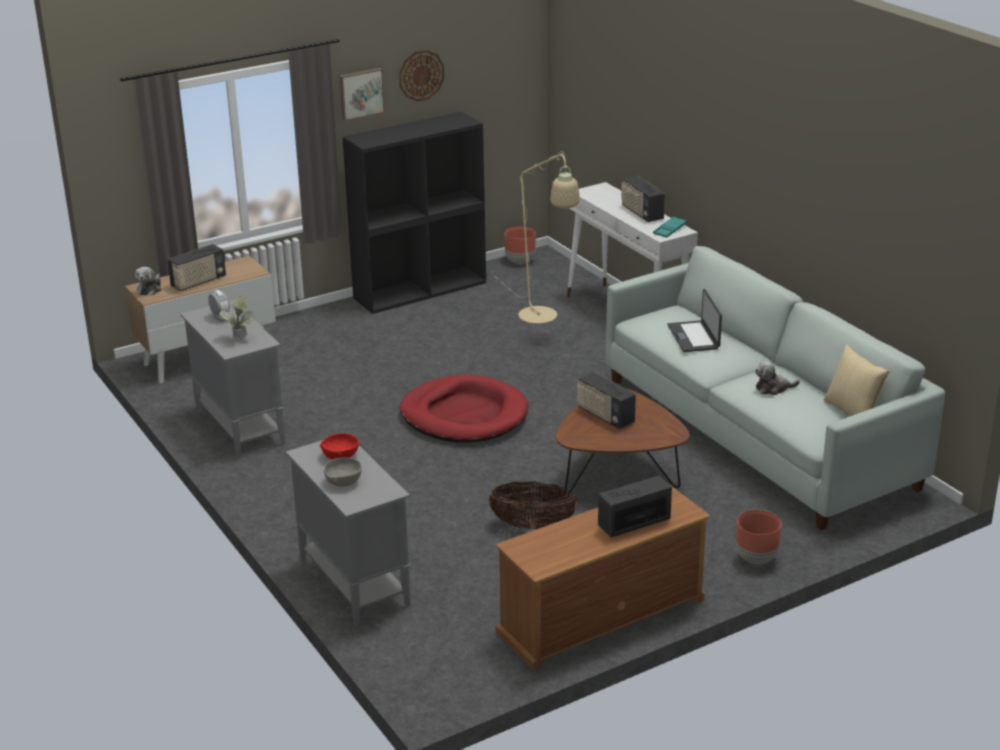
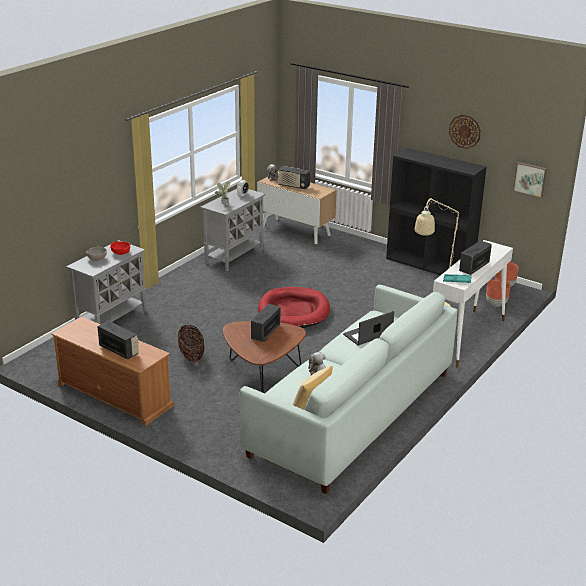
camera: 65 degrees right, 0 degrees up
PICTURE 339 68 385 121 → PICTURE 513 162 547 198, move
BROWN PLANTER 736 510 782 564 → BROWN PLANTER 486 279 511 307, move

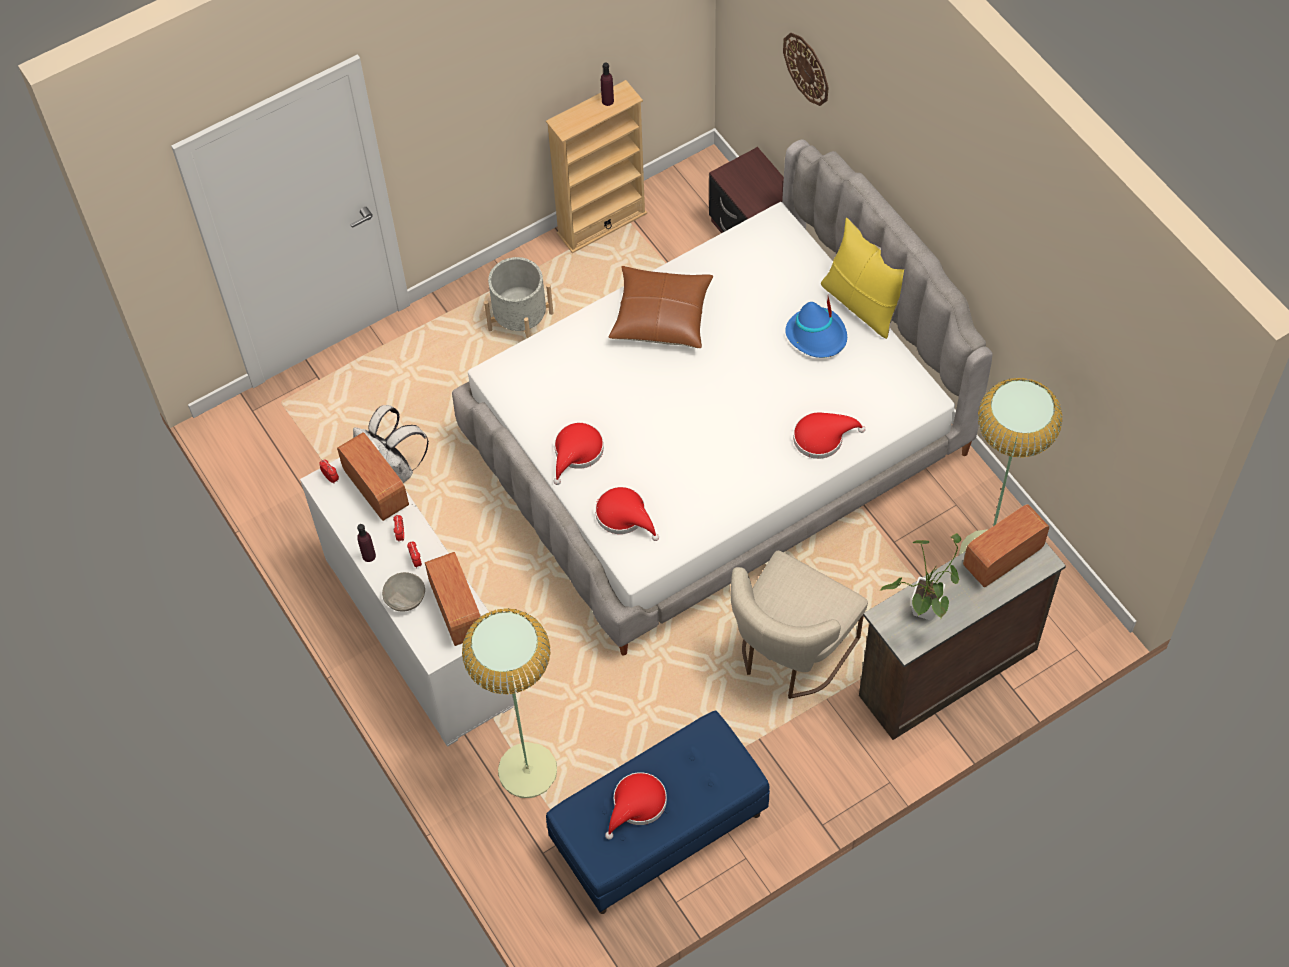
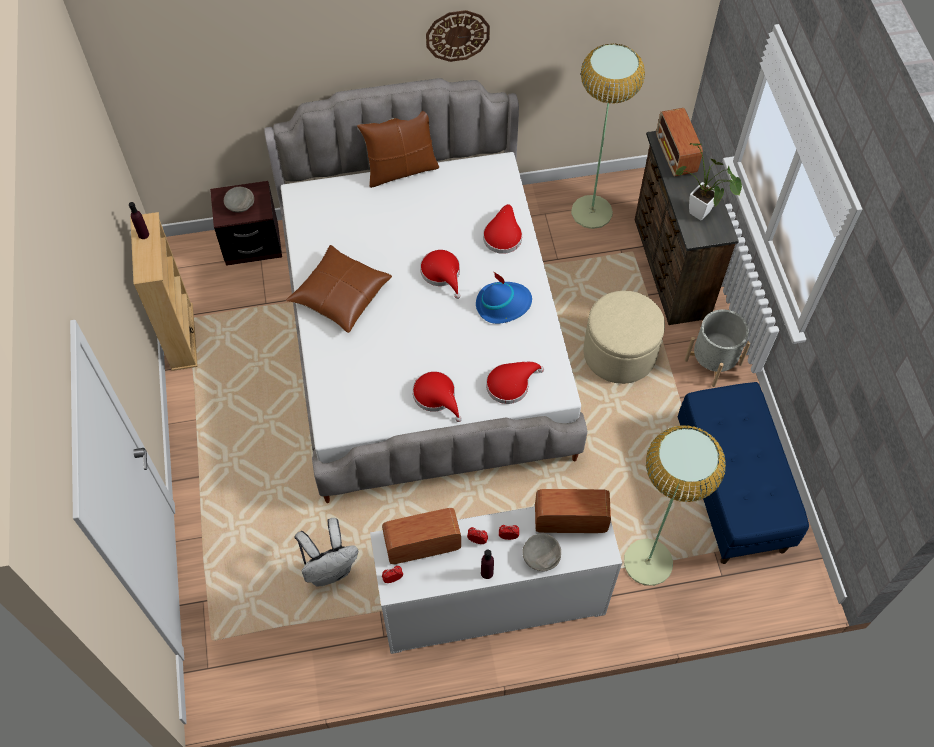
camera: 70 degrees left, 0 degrees up
WALL CLOCK 783 33 829 106 → WALL CLOCK 426 10 490 62, move
YELLOW PILLOW 821 218 904 339 → BROWN PILLOW 357 110 439 188
GREY PLANTER 484 257 553 339 → GREY PLANTER 684 309 750 387, move
BLUE HAT 785 296 847 358 → BLUE HAT 476 271 532 324, move
BEIGE CHAIR 731 551 868 699 → BEIGE OTTOMAN 583 290 665 384
RED HAT 605 772 667 840 → RED HAT 420 250 461 299, move
- → GREY BOWL 224 187 254 213

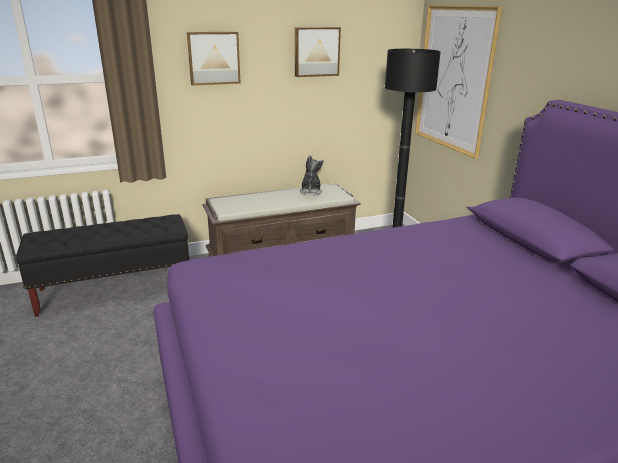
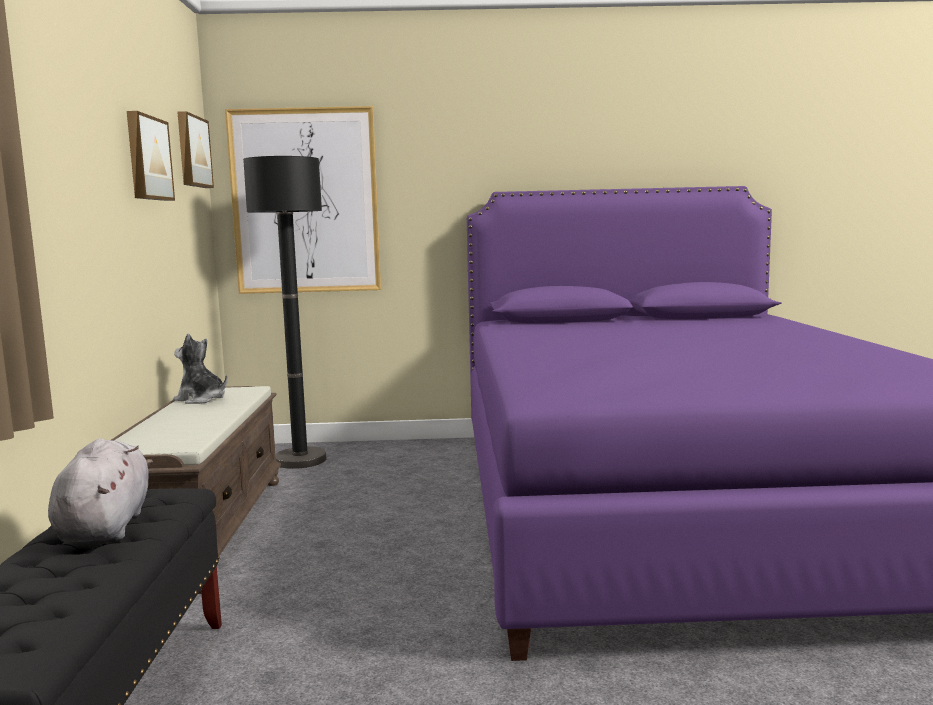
camera: 70 degrees left, 15 degrees down
PICTURE 187 32 241 85 → PICTURE 177 111 214 188, move
- → GREY PLUSH TOY 48 439 153 542

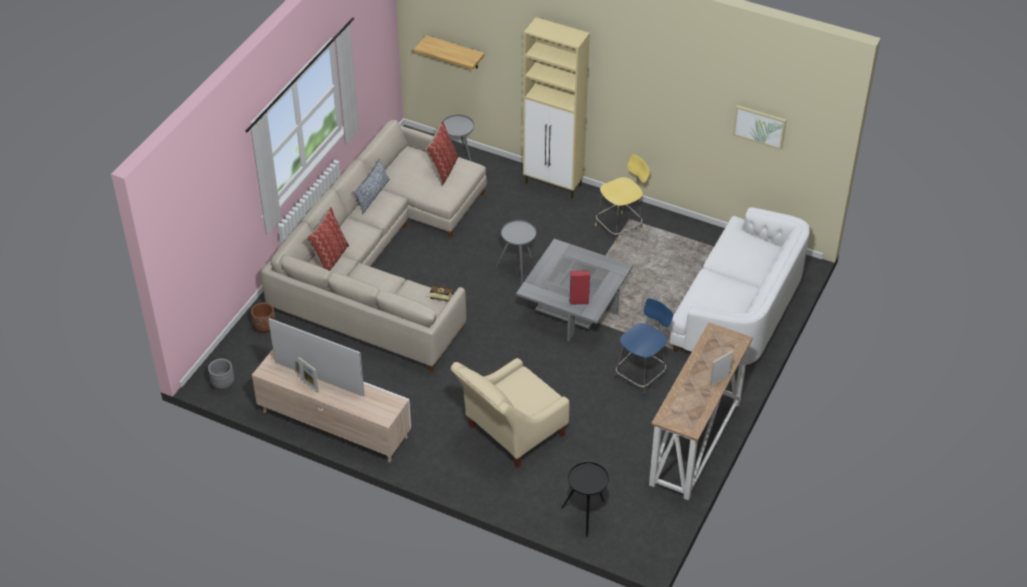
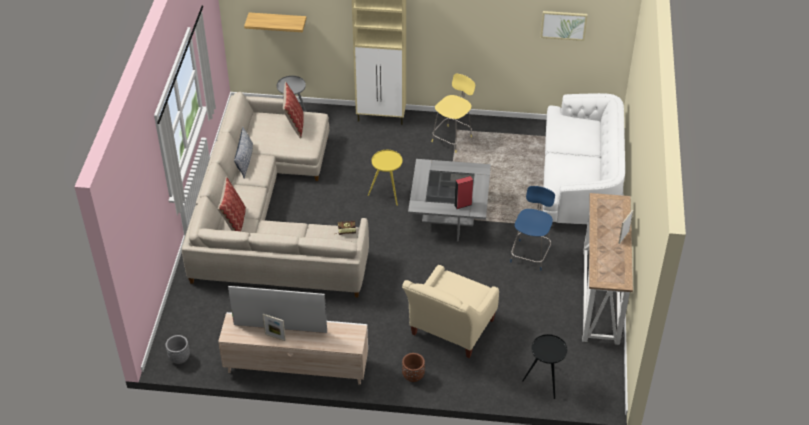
camera: 20 degrees left, 0 degrees up
GREY SIDE TABLE 496 220 536 285 → YELLOW SIDE TABLE 368 150 402 206
BROWN PLANTER 251 302 276 333 → BROWN PLANTER 402 353 425 382, move

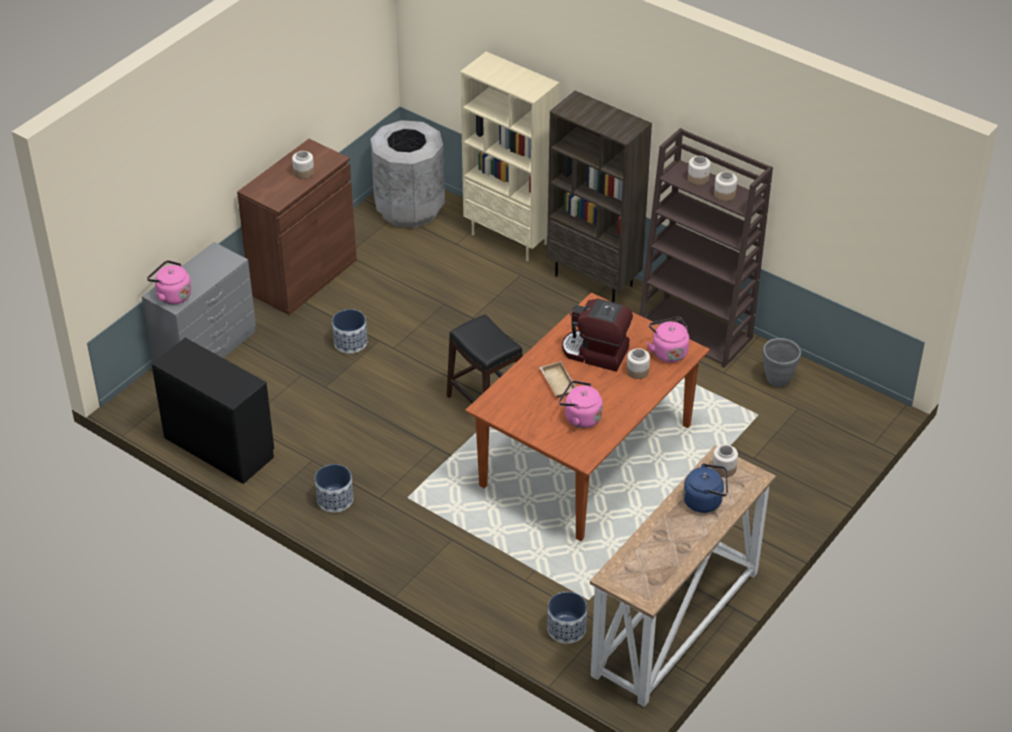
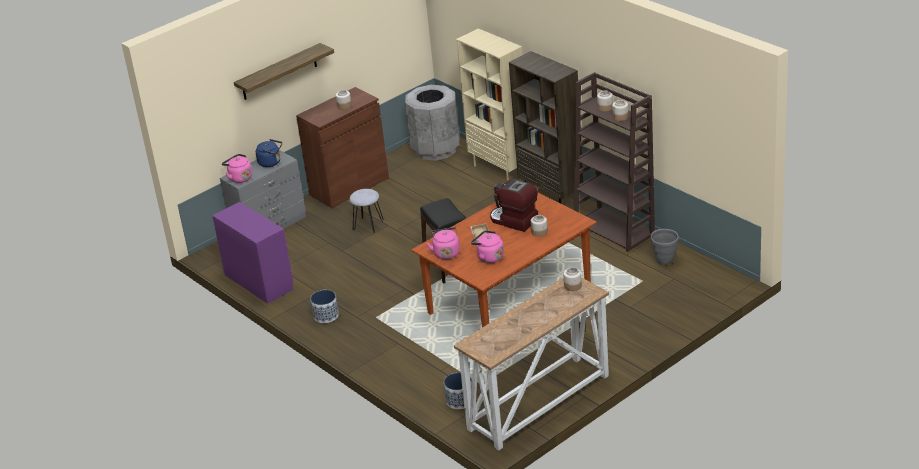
camera: 15 degrees right, 10 degrees down
PLANTER 332 309 367 353 → GREY STOOL 350 189 384 234
PINK KETTLE 647 317 689 363 → PINK KETTLE 427 227 460 259, move
BLACK DRESSER 152 338 274 484 → PURPLE DRESSER 212 202 293 304
BLUE KETTLE 683 464 728 513 → BLUE KETTLE 256 139 282 167, move
- → SHELF 234 43 334 100

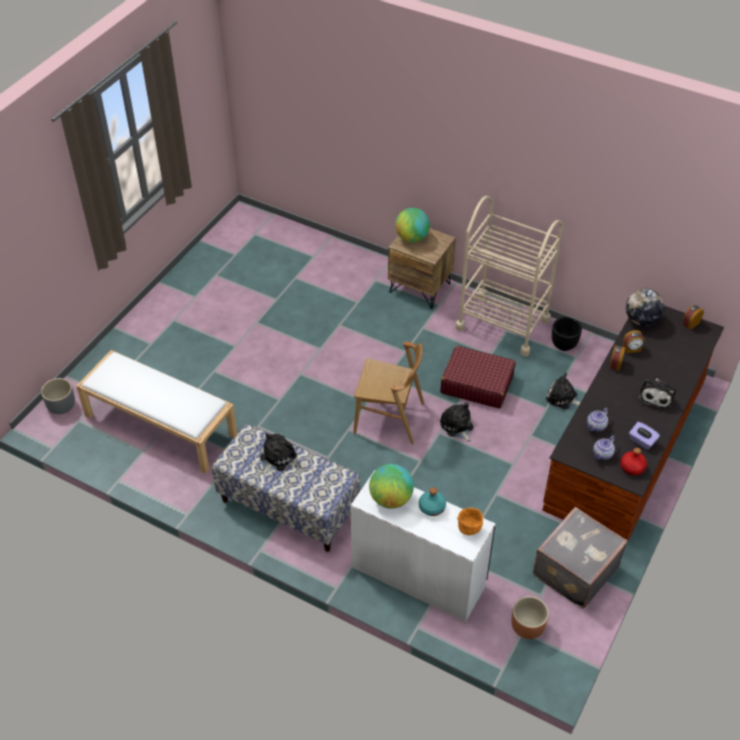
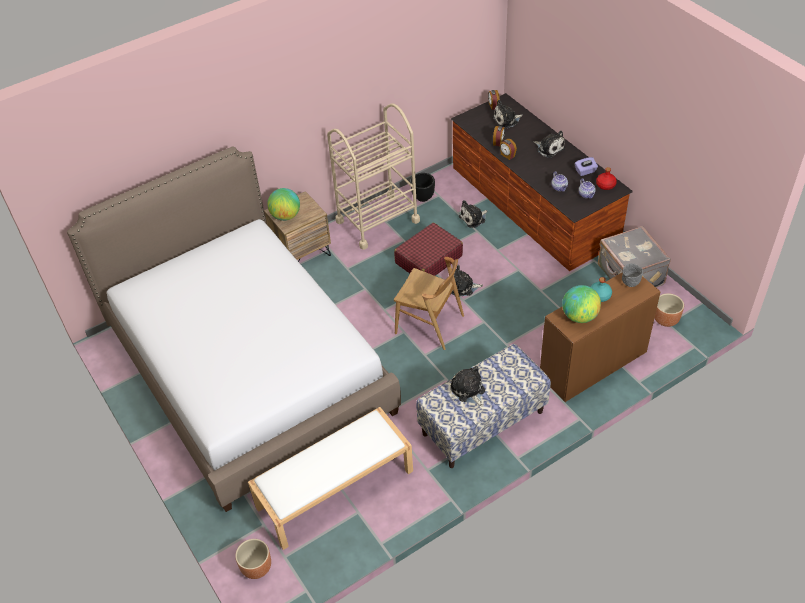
camera: 60 degrees left, 0 degrees up
GLOBE 626 288 664 326 → -
BROWN CHAIR 353 342 424 444 → BROWN CHAIR 394 257 464 350, 75 degrees clockwise
GREY PLANTER 41 378 75 414 → BROWN PLANTER 235 539 271 579
WHITE DESK 351 470 495 622 → BROWN DESK 540 272 661 402
ORANGE BOWL 457 507 483 535 → GREY BOWL 622 263 643 287
- → PLUSH TOY 493 100 523 129
- → BED 67 146 401 512

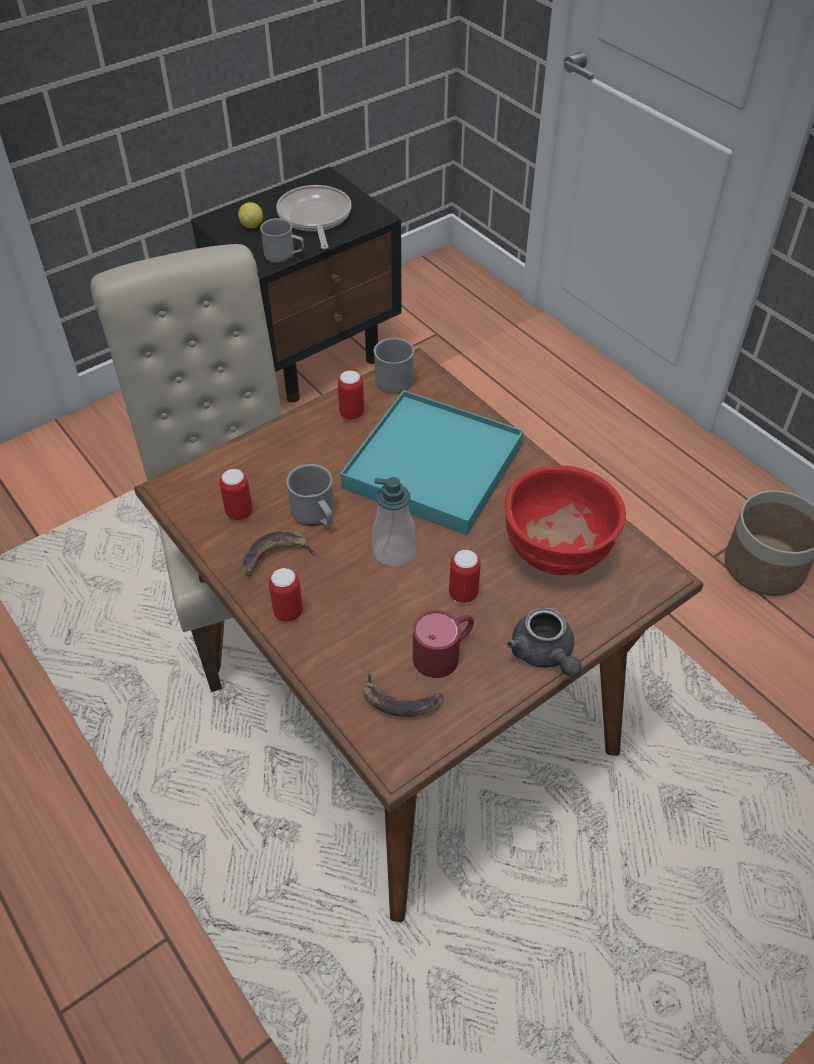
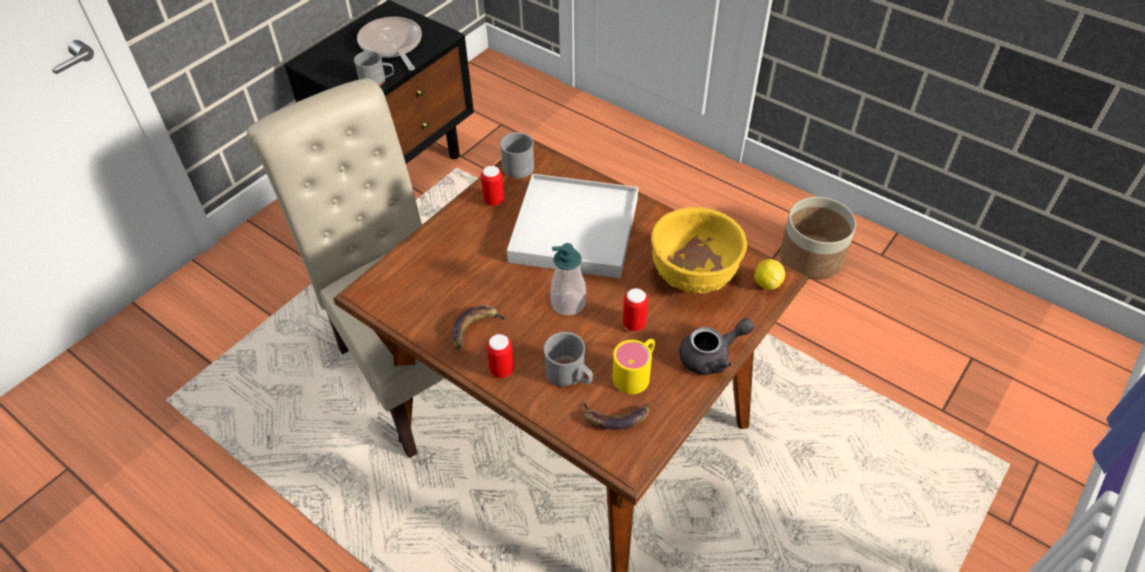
camera: 15 degrees left, 0 degrees up
LEMON 238 202 263 228 → LEMON 754 259 785 290, move
TURQUOISE TRAY 340 390 524 535 → WHITE TRAY 507 174 638 279
GREY MUG 286 464 334 526 → GREY MUG 544 332 593 388, move
RED BOWL 505 465 626 575 → YELLOW BOWL 651 207 747 294
CAN 219 469 253 520 → -
GREY TEAPOT 507 607 582 677 → GREY TEAPOT 679 318 754 375, 75 degrees counterclockwise
RED MUG 413 610 474 678 → YELLOW MUG 612 339 655 394

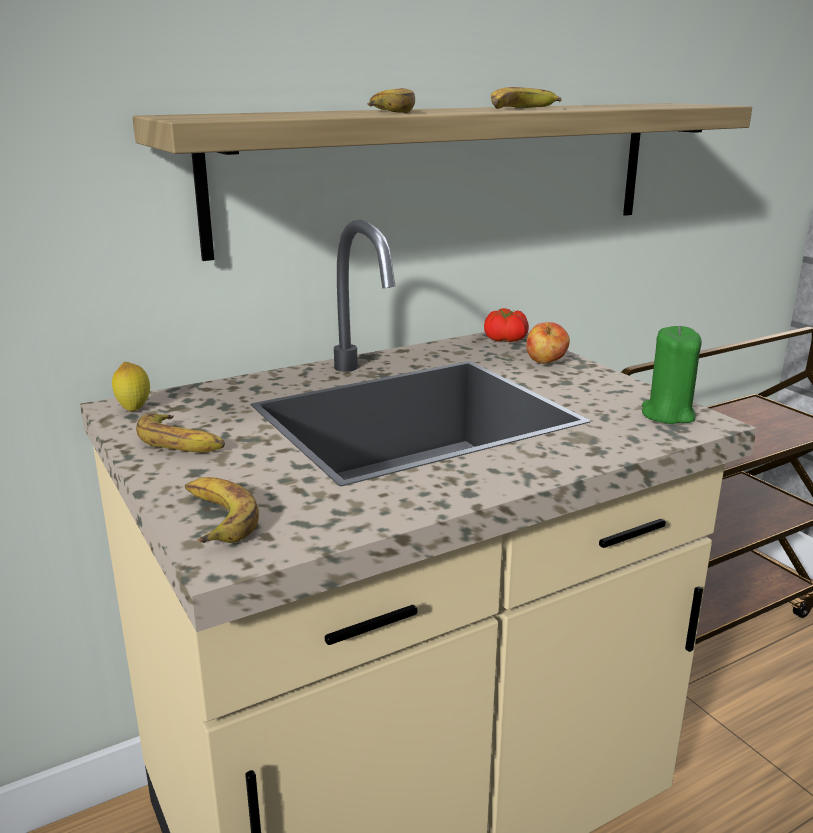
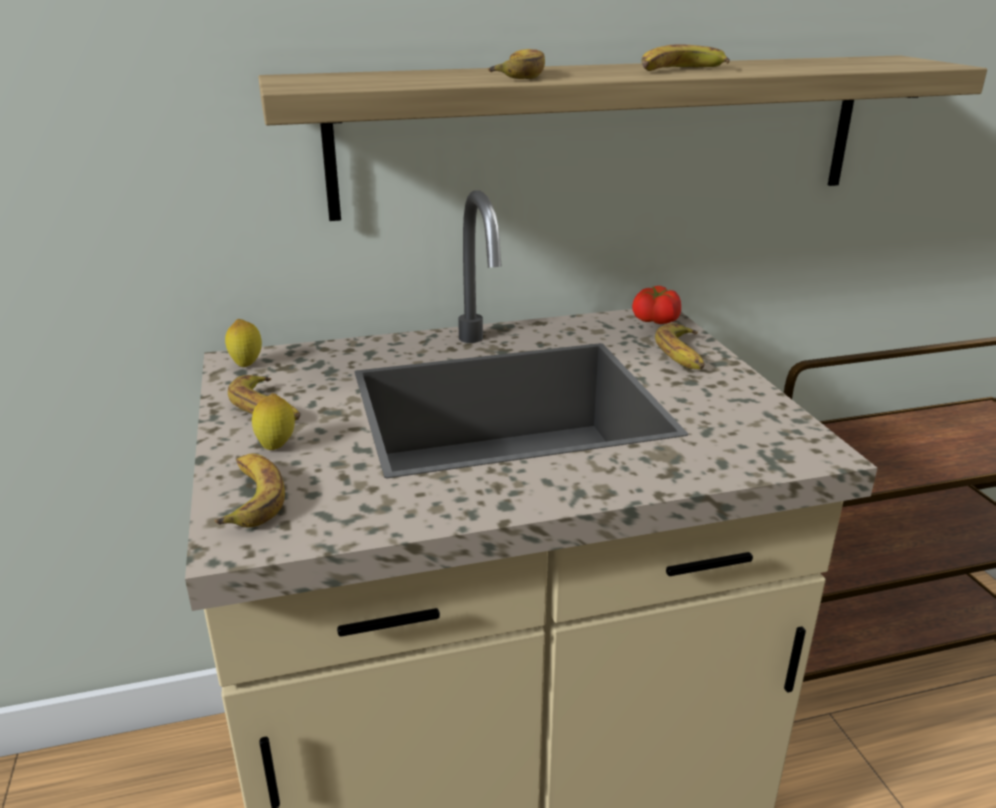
camera: 15 degrees right, 5 degrees up
APPLE 526 322 570 364 → BANANA 655 323 705 370
GREEN CANDLE 642 325 702 424 → -
- → LEMON 252 393 295 450

